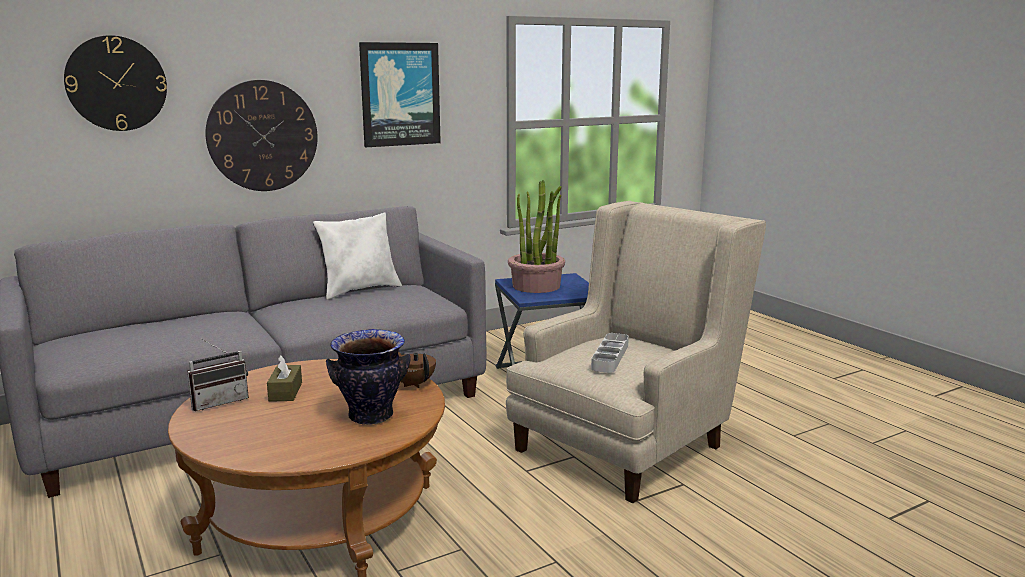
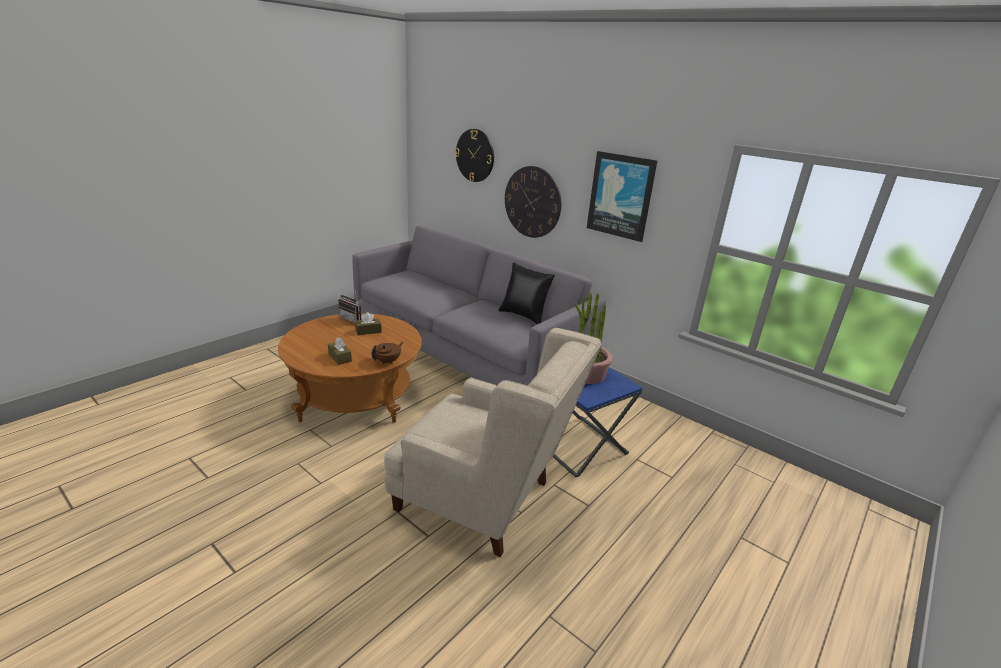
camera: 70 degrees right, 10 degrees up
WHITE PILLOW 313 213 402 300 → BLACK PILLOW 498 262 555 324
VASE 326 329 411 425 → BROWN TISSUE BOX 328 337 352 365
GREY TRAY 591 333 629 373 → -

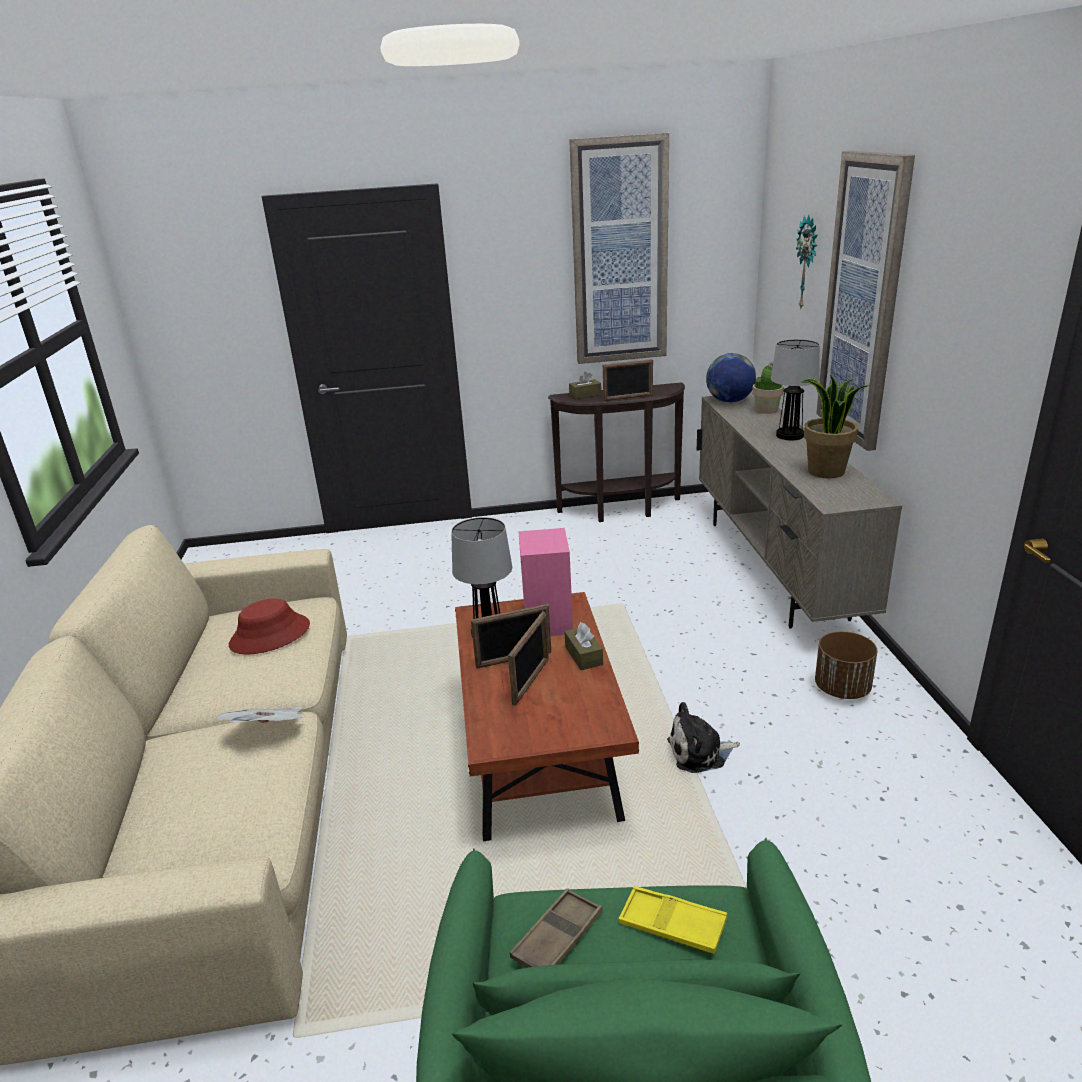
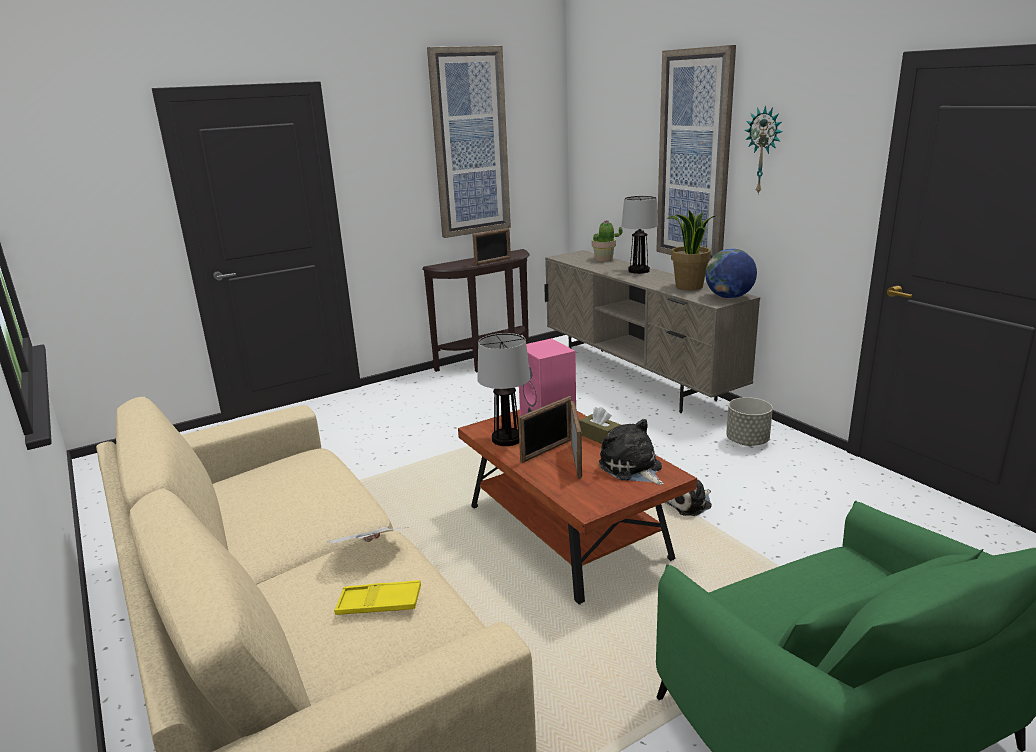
camera: 25 degrees left, 5 degrees down
WALL CLOCK 796 215 817 310 → WALL CLOCK 745 105 782 194, move
GLOBE 706 353 756 403 → GLOBE 705 249 757 298, move
BROWN TISSUE BOX 569 372 601 400 → -
RED HAT 229 598 310 654 → -
BROWN PLANTER 815 631 877 699 → GREY PLANTER 726 397 773 446
YELLOW TRAY 618 886 727 954 → YELLOW TRAY 334 580 421 615, move
BROWN TRAY 510 888 603 968 → -
- → PLUSH TOY 599 419 664 485

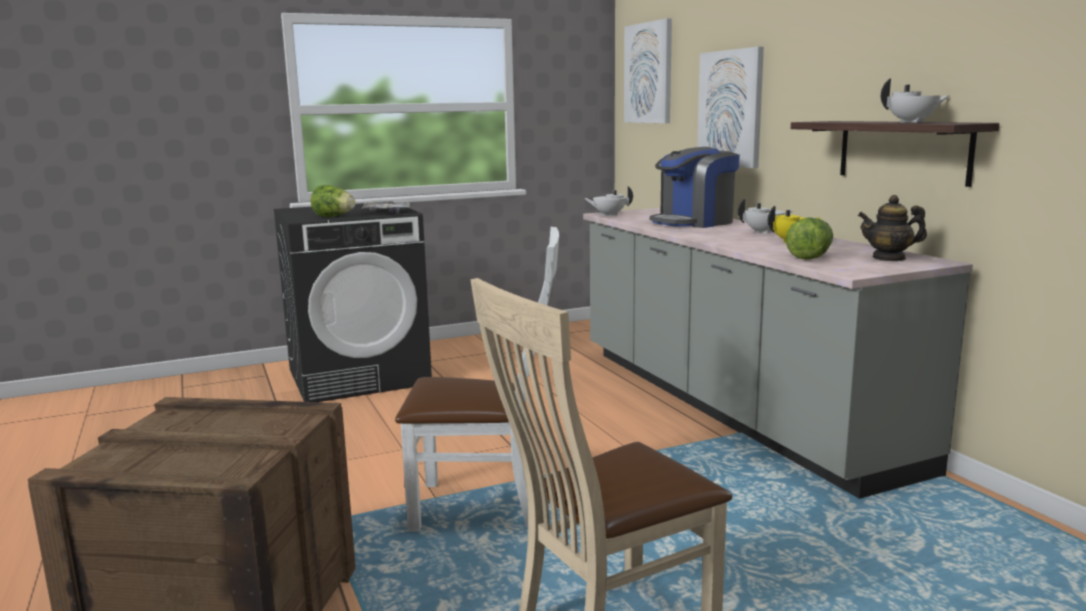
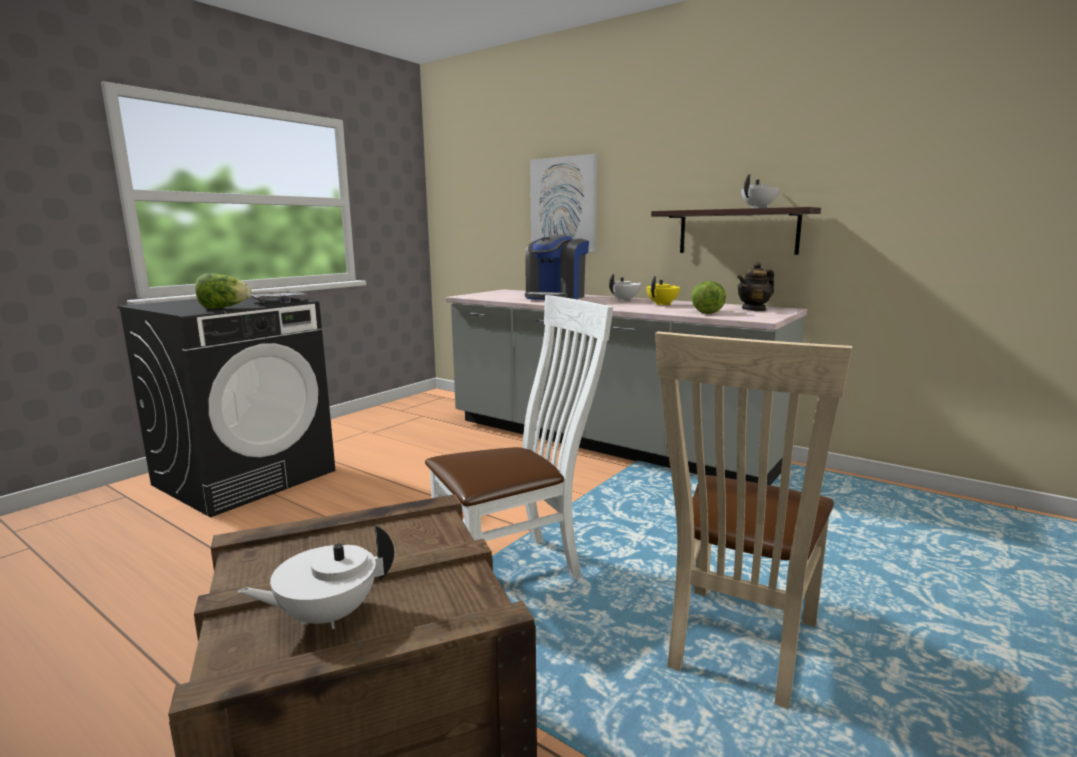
camera: 30 degrees left, 0 degrees up
PICTURE 624 18 672 123 → -
WHITE TEAPOT 584 186 633 216 → WHITE TEAPOT 238 525 394 629, move

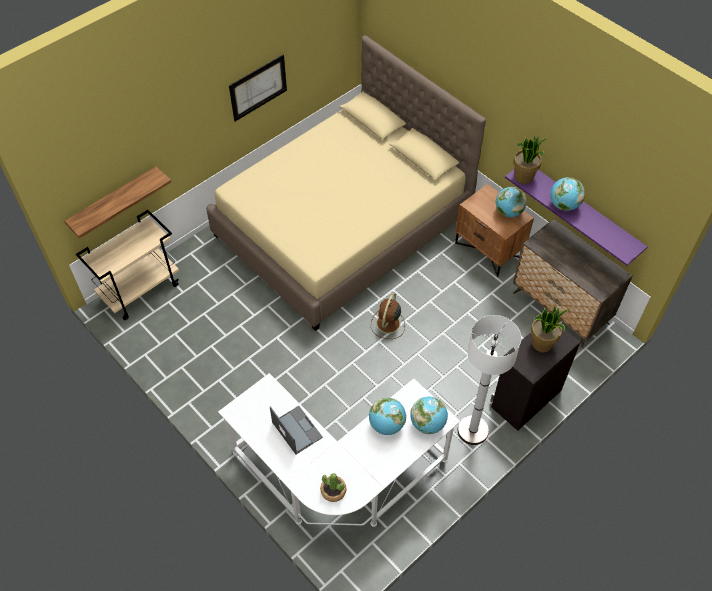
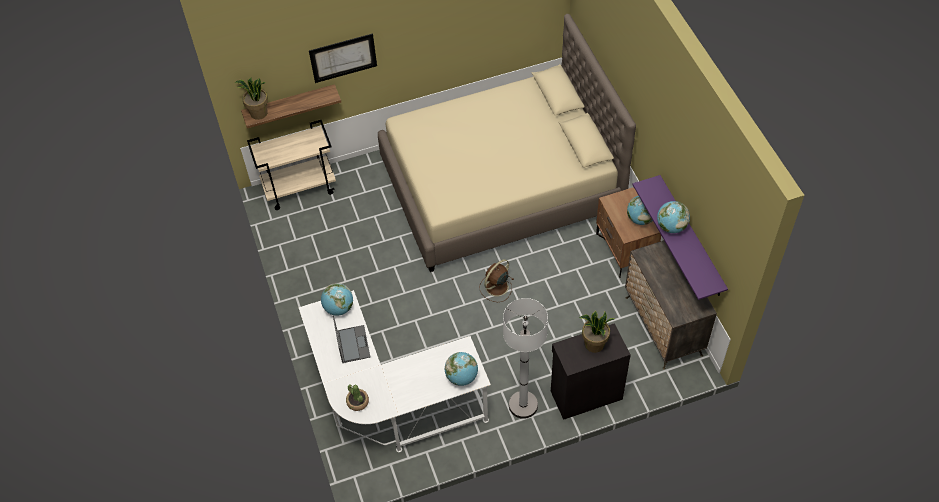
camera: 25 degrees right, 0 degrees up
PICTURE 229 55 287 121 → PICTURE 309 33 377 83, move
POTTED PLANT 513 135 548 184 → POTTED PLANT 235 77 268 120, move
GLOBE 369 397 406 435 → GLOBE 321 283 353 316, move

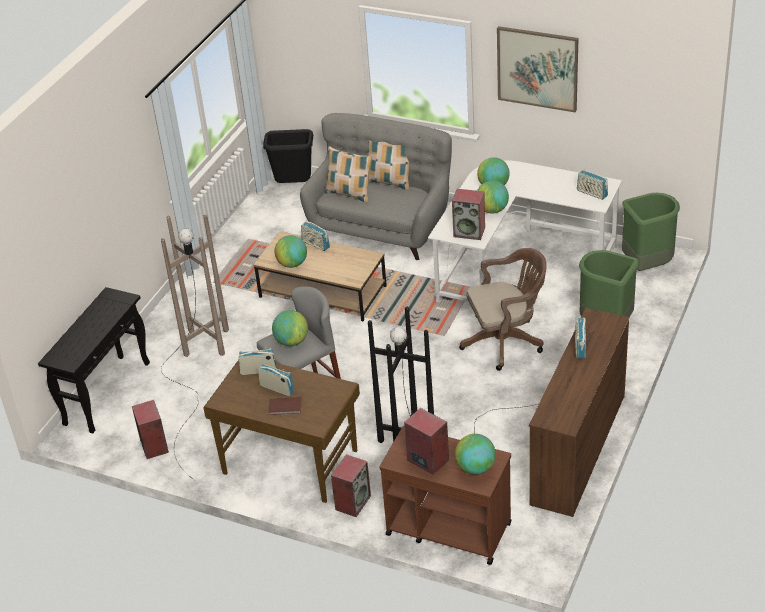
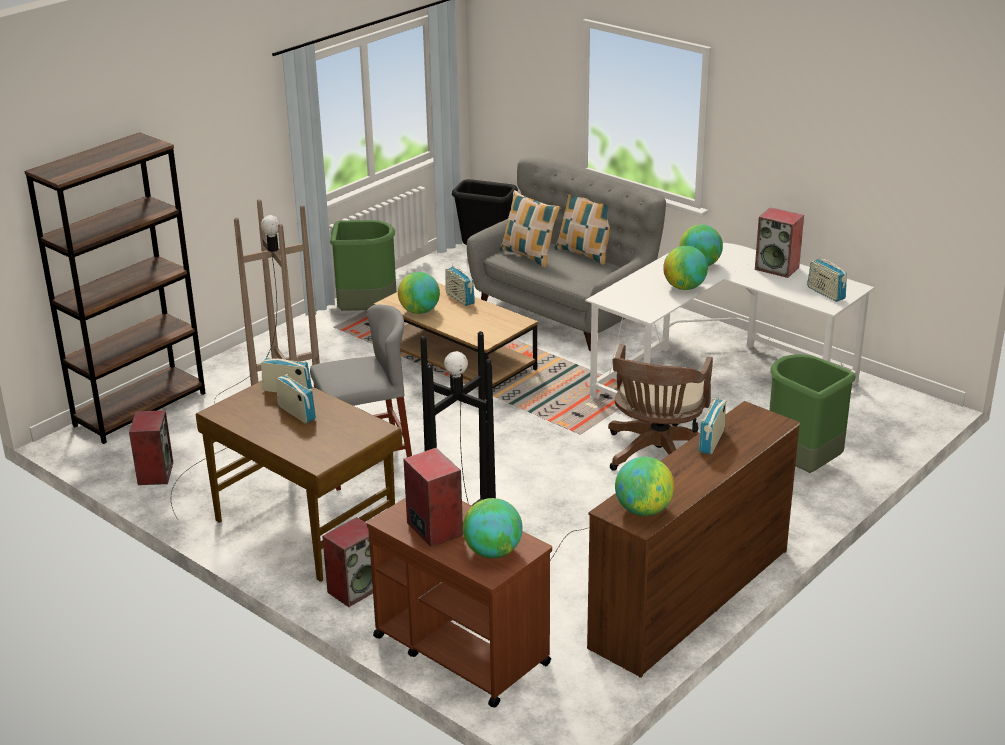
camera: 15 degrees right, 10 degrees down
PICTURE 497 26 578 112 → -
SPEAKER 452 189 485 240 → SPEAKER 755 208 804 278, move
GREEN TRASH CAN 622 193 680 271 → GREEN TRASH CAN 330 220 396 311, move
BROWN OFFICE CHAIR 459 248 547 371 → BROWN OFFICE CHAIR 608 344 713 471, 105 degrees clockwise
BLACK CONSOLE TABLE 38 287 150 433 → BROWN BOOKCASE 24 132 206 444
GLOBE 272 310 308 346 → GLOBE 615 457 675 516, move
BROWN BOOK 268 397 301 415 → -

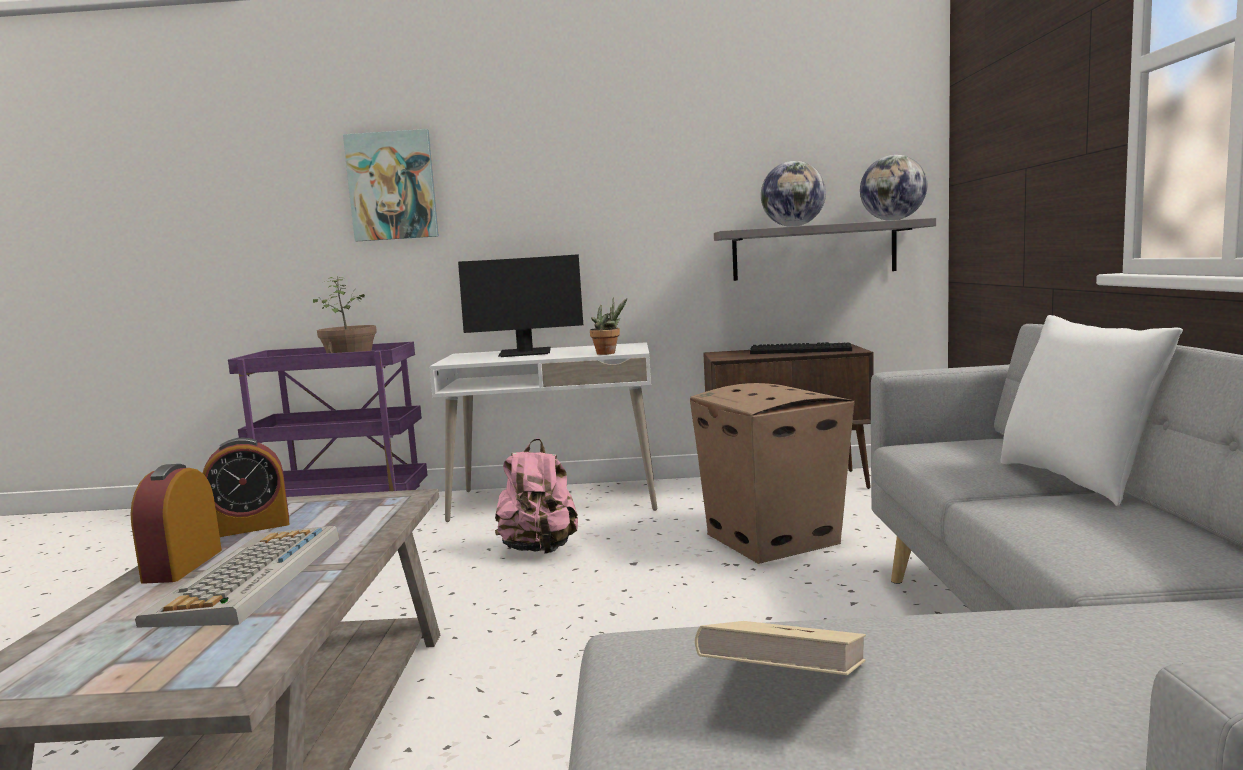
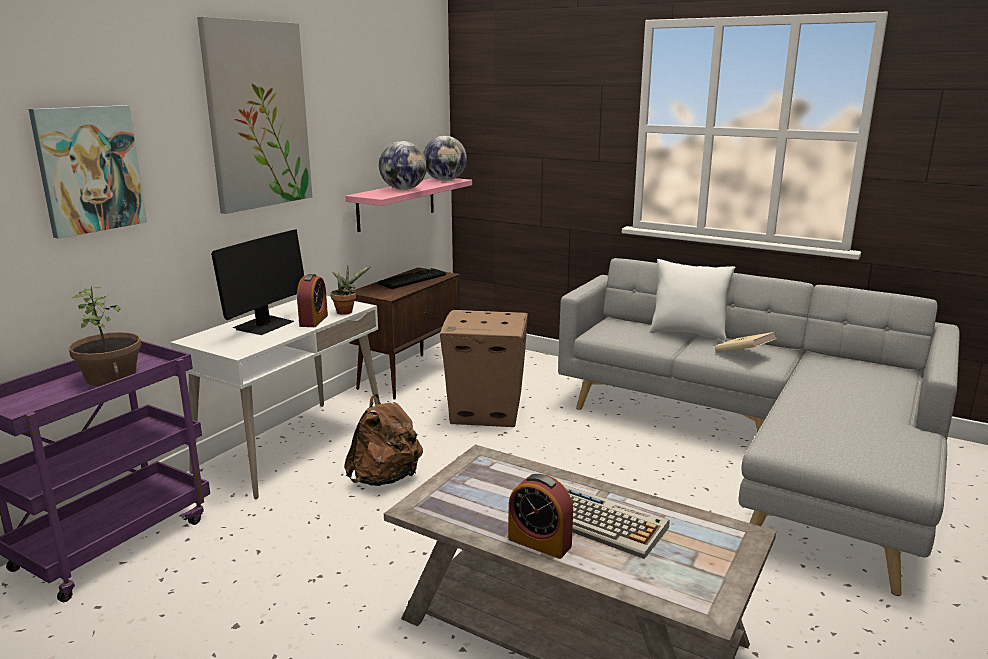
camera: 60 degrees left, 10 degrees up
GREY SHELF 714 218 936 281 → PINK SHELF 346 178 472 232
ALARM CLOCK 203 438 289 537 → ALARM CLOCK 297 274 328 327, move
PINK BACKPACK 495 438 578 554 → BROWN BACKPACK 344 394 423 486
BEIGE BOOK 695 621 866 675 → BEIGE BOOK 715 332 777 353, move
- → PICTURE 197 17 312 214

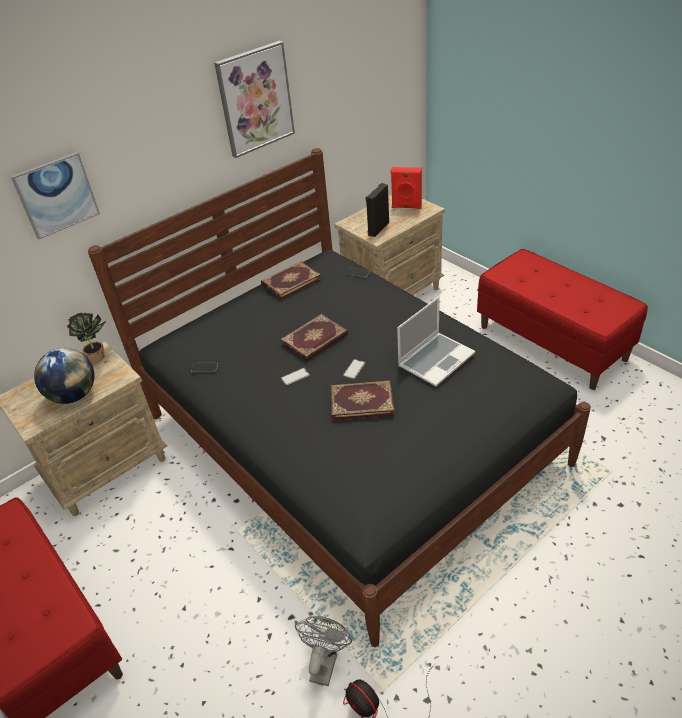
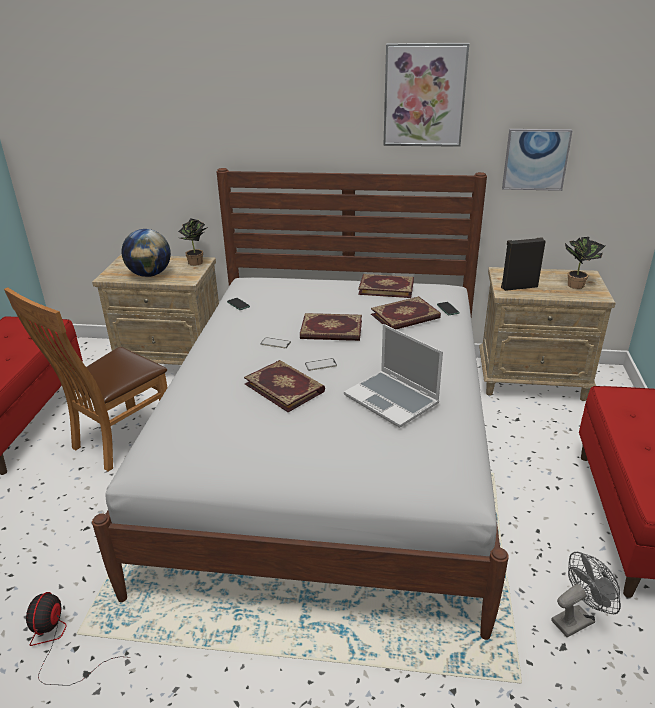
camera: 45 degrees right, 10 degrees down
BLACK BED 88 148 591 647 → WHITE BED 92 168 509 640
PICTURE 11 152 100 239 → PICTURE 502 129 573 191, move
RED SPEAKER 391 167 422 209 → POTTED PLANT 565 237 605 289
LAPTOP 397 296 475 386 → LAPTOP 344 324 443 428, 45 degrees clockwise
GREY FAN 295 616 352 686 → GREY FAN 551 552 621 637, move
- → BROWN CHAIR 4 287 168 472
- → BOOK 371 296 441 329

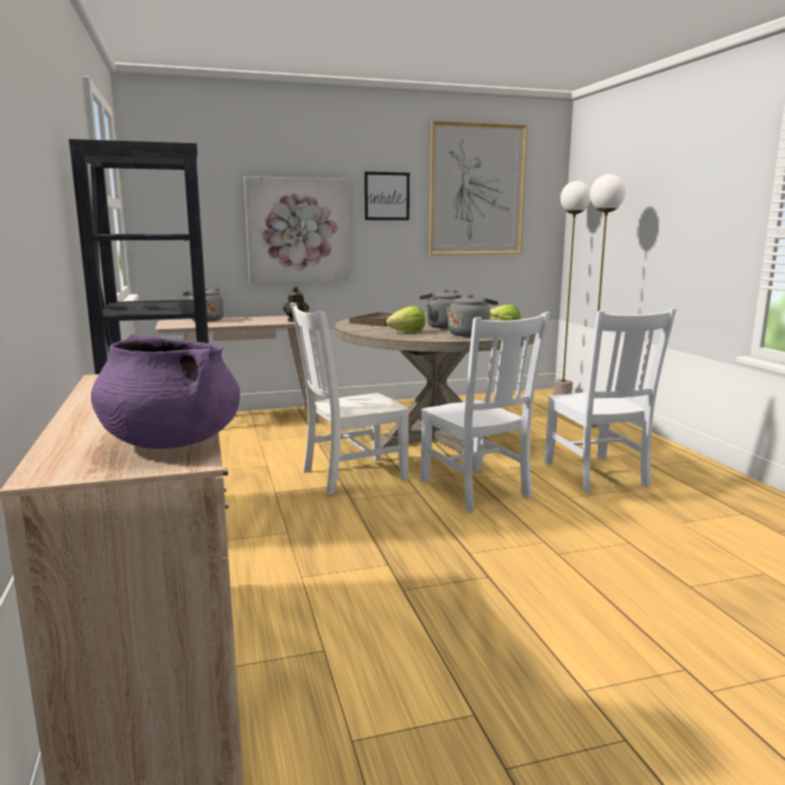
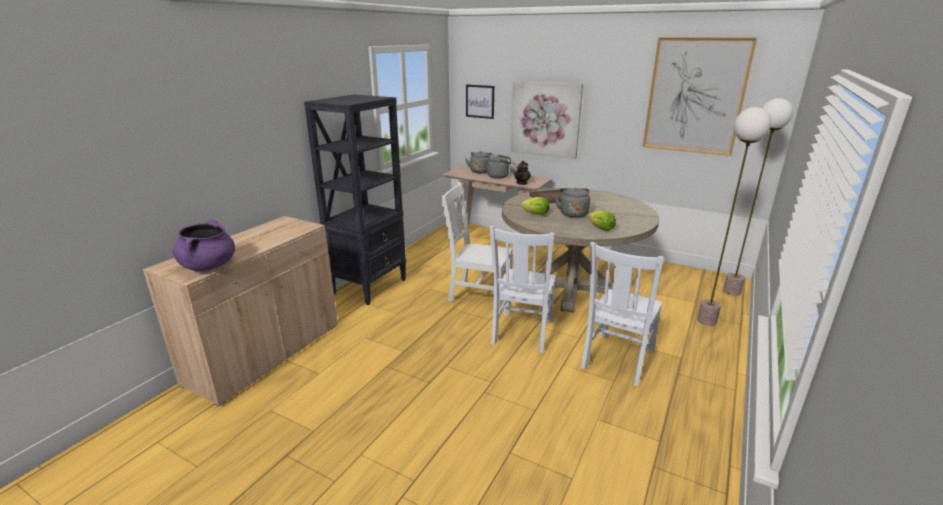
camera: 45 degrees right, 10 degrees up
PICTURE 364 172 410 220 → PICTURE 466 85 494 119, move
GREY KETTLE 446 294 498 337 → GREY KETTLE 487 155 511 179, move

